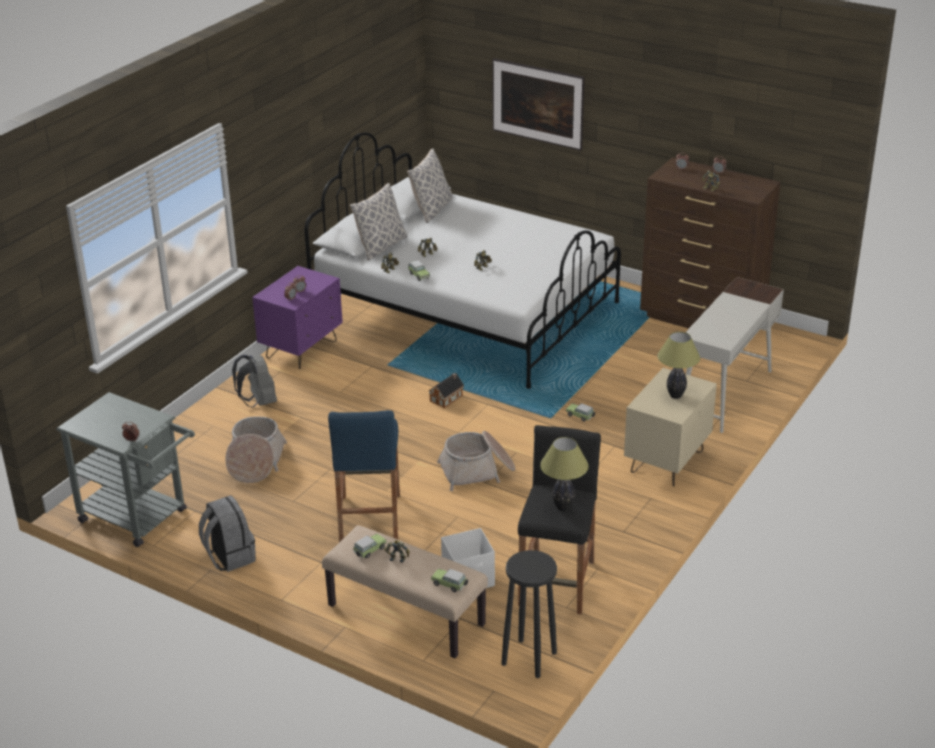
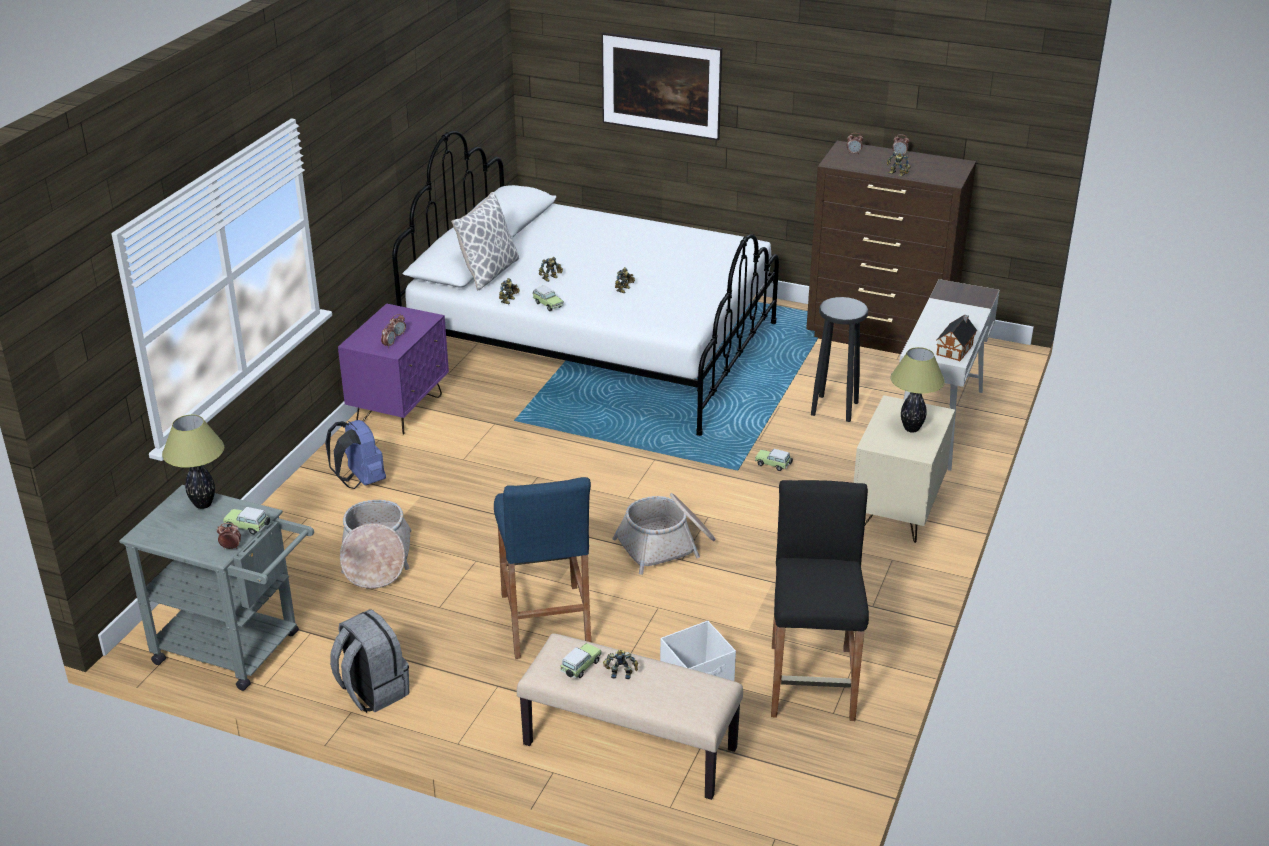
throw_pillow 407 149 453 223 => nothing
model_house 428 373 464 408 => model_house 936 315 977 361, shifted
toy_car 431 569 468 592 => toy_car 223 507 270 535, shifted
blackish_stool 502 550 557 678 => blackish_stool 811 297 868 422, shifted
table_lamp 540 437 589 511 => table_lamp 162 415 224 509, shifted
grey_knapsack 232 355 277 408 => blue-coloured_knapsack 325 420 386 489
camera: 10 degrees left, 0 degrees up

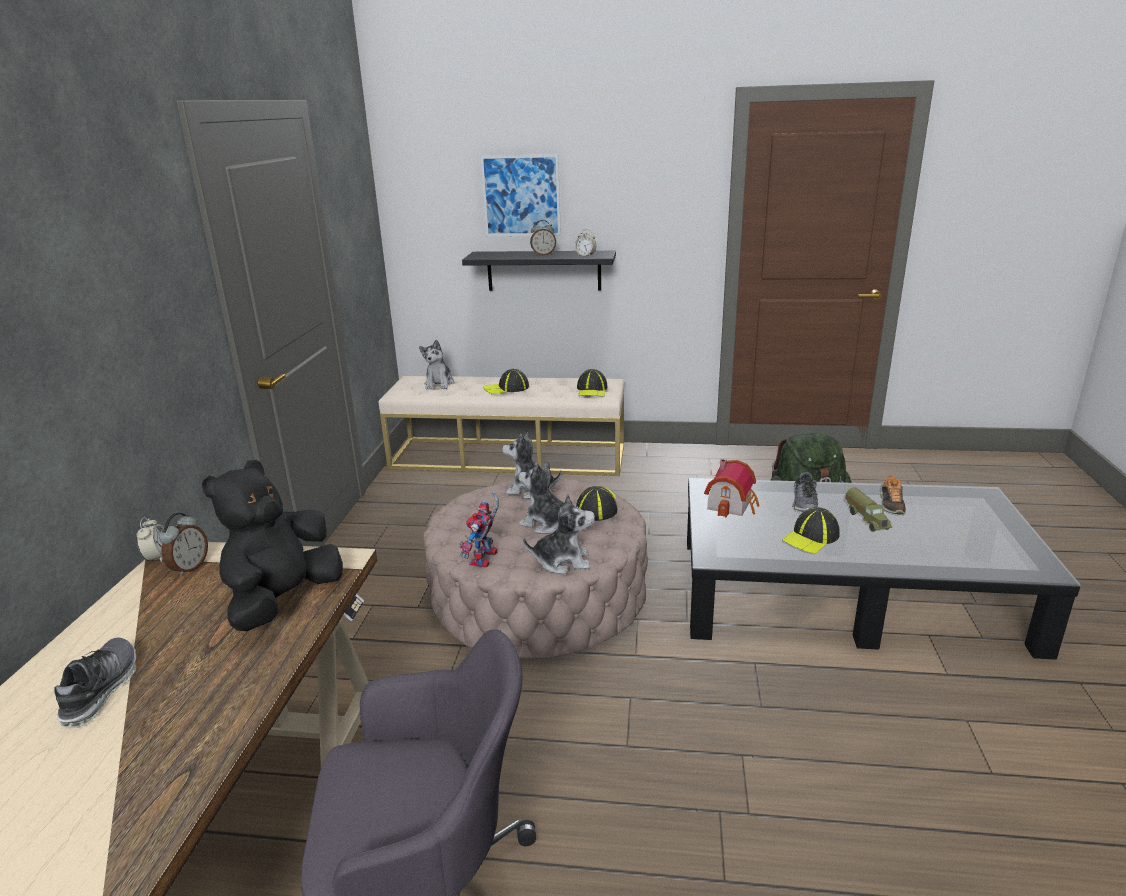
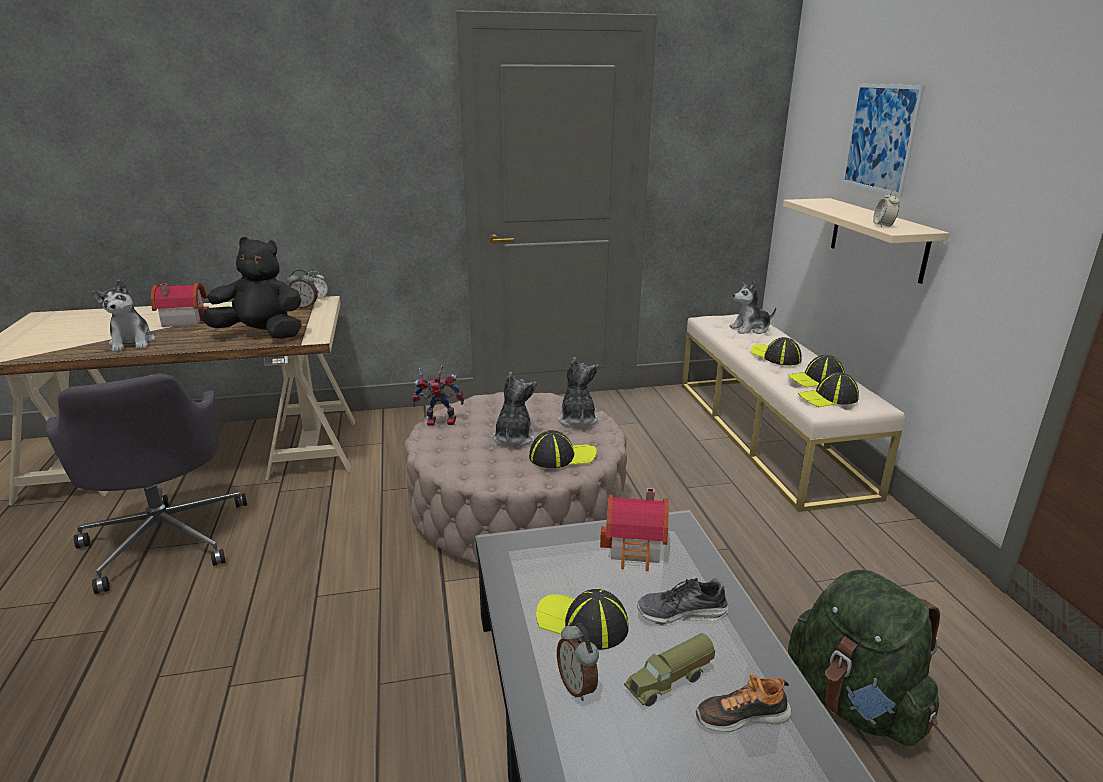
nothing => cap 788 355 845 388
cuddly_toy 523 494 595 574 => cuddly_toy 92 280 156 352, shifted
table_clock 530 220 556 256 => table_clock 557 623 599 701, shifted
shoe 55 638 136 728 => model_house 151 283 209 327
blackish_bracket_shelf 462 251 616 291 => sand-coloured_bracket_shelf 783 198 949 284
camera: 70 degrees right, 0 degrees up

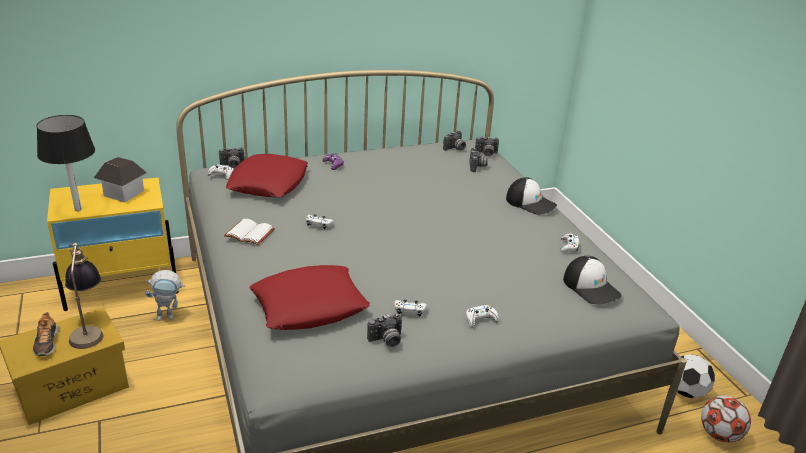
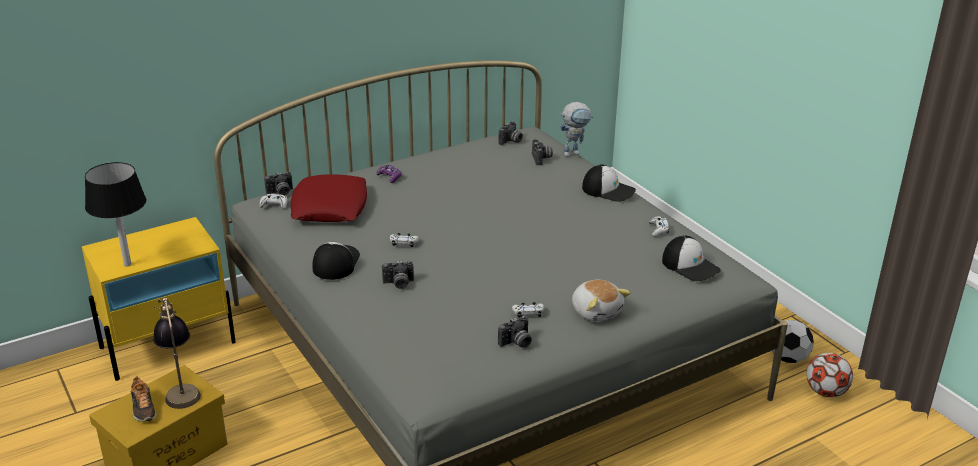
model_house 94 157 147 202 => nothing
red_throw_pillow 250 265 370 330 => nothing
toy_robot 145 270 185 321 => toy_robot 560 102 593 157, shifted
photo_camera 475 136 499 157 => photo_camera 382 261 414 289, shifted
whitish_book 224 219 275 245 => cap 312 242 360 280
whitish_joypad 466 305 499 328 => cuddly_toy 572 280 631 322
camera: 10 degrees left, 0 degrees up

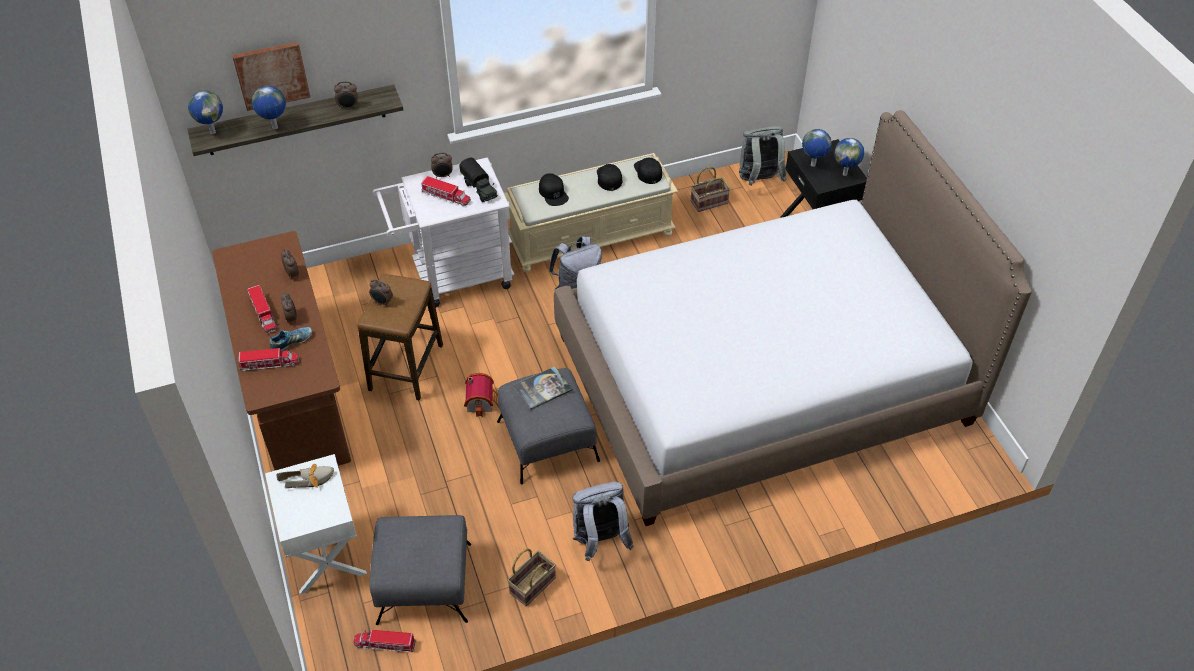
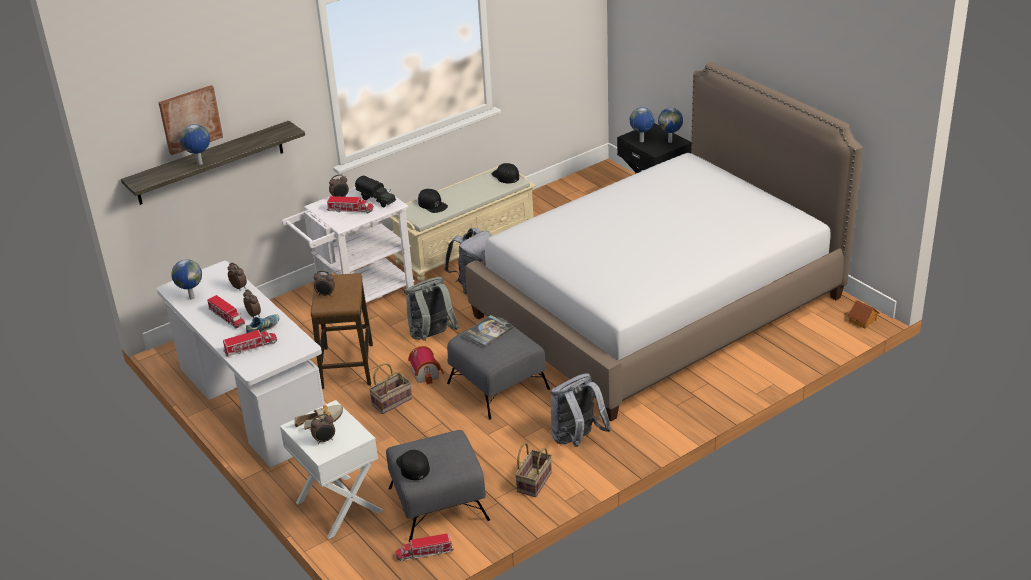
nothing => model_house 847 300 879 329
globe 188 90 223 134 => globe 171 259 202 300, shifted
table_clock 334 81 358 109 => table_clock 311 414 335 444, shifted
blackish_cap 597 164 622 191 => blackish_cap 396 450 430 480, shifted
storage_basket 690 167 730 212 => storage_basket 369 363 412 414, shifted
grey_knapsack 739 126 787 186 => grey_knapsack 405 277 459 341, shifted
brown_desk 212 231 351 470 => whitish_desk 157 261 325 468
camera: 15 degrees left, 15 degrees down

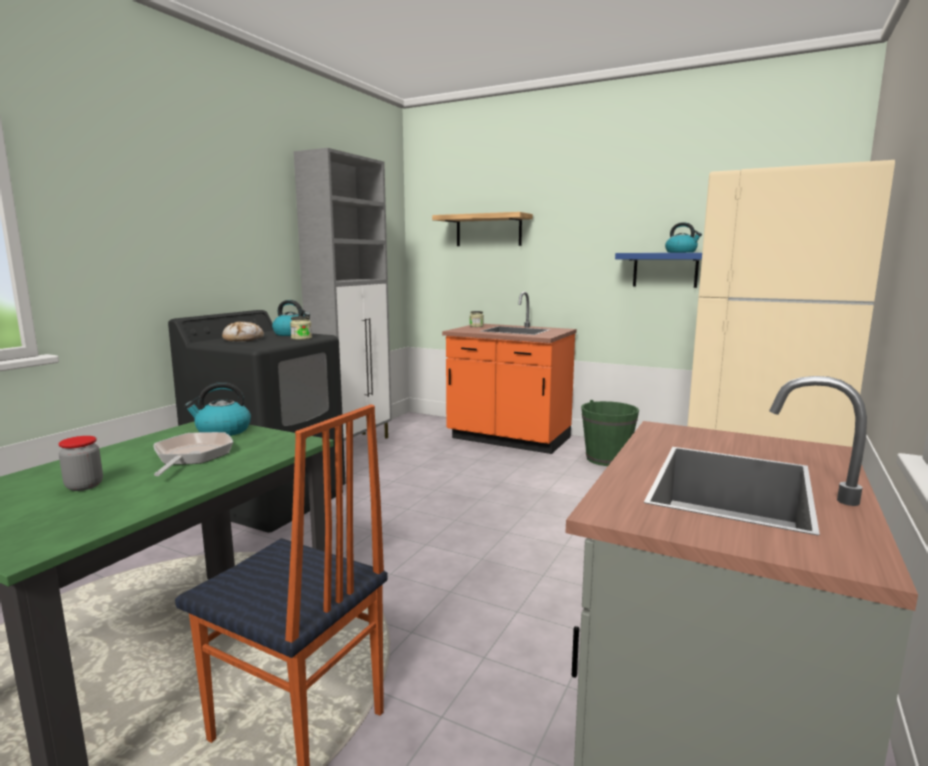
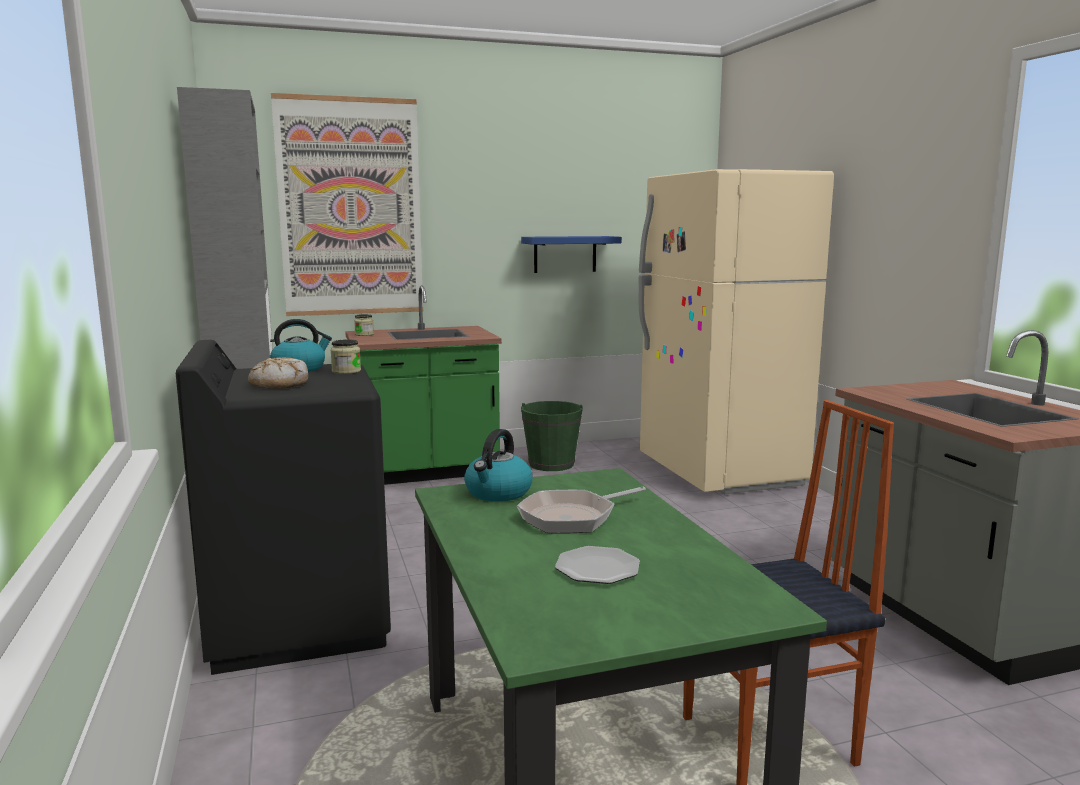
tea_kettle 665 222 702 253 => nothing
preserve_jar 59 436 103 491 => dinner_plate 555 546 640 584
bracket_shelf 432 212 533 246 => picture 271 93 423 316
orangey_kitchen_base_unit 442 291 577 454 => green-coloured_kitchen_base_unit 345 285 502 485
skillet 153 432 233 476 => skillet 517 487 646 534, 75 degrees counterclockwise
camera: 45 degrees left, 0 degrees up

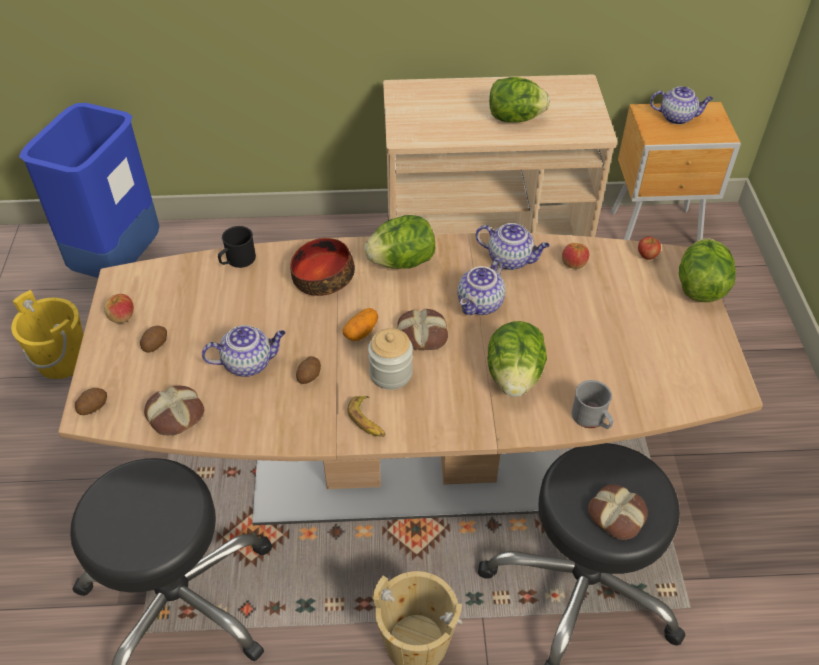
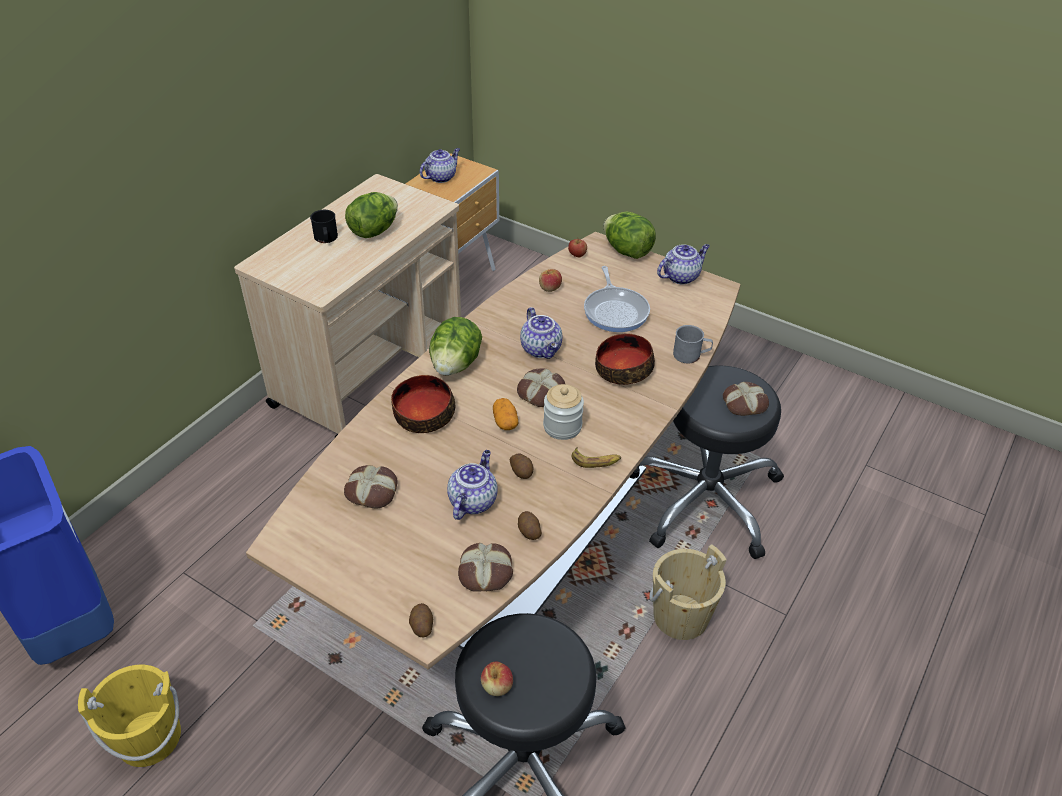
nothing => bread 344 465 398 509
nothing => skillet 584 266 650 332
apple 104 294 134 323 => apple 481 662 513 696, shifted
spud 140 326 167 352 => spud 518 511 542 540, shifted
blackish_tea_mug 218 226 256 268 => blackish_tea_mug 310 210 338 243, shifted
tea_pot 476 223 550 270 => tea_pot 657 244 710 285, shifted
head_of_lettuce 487 321 547 397 => bowl 595 333 655 385
camera: 55 degrees left, 5 degrees down

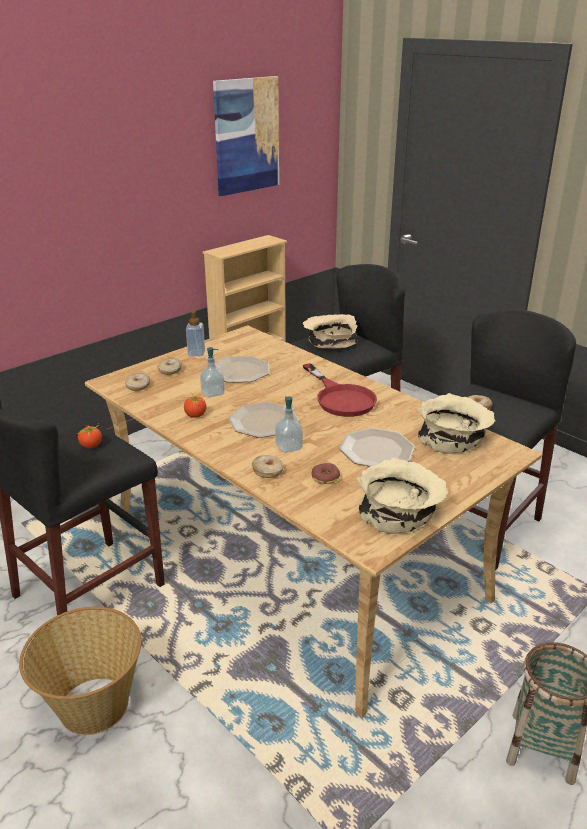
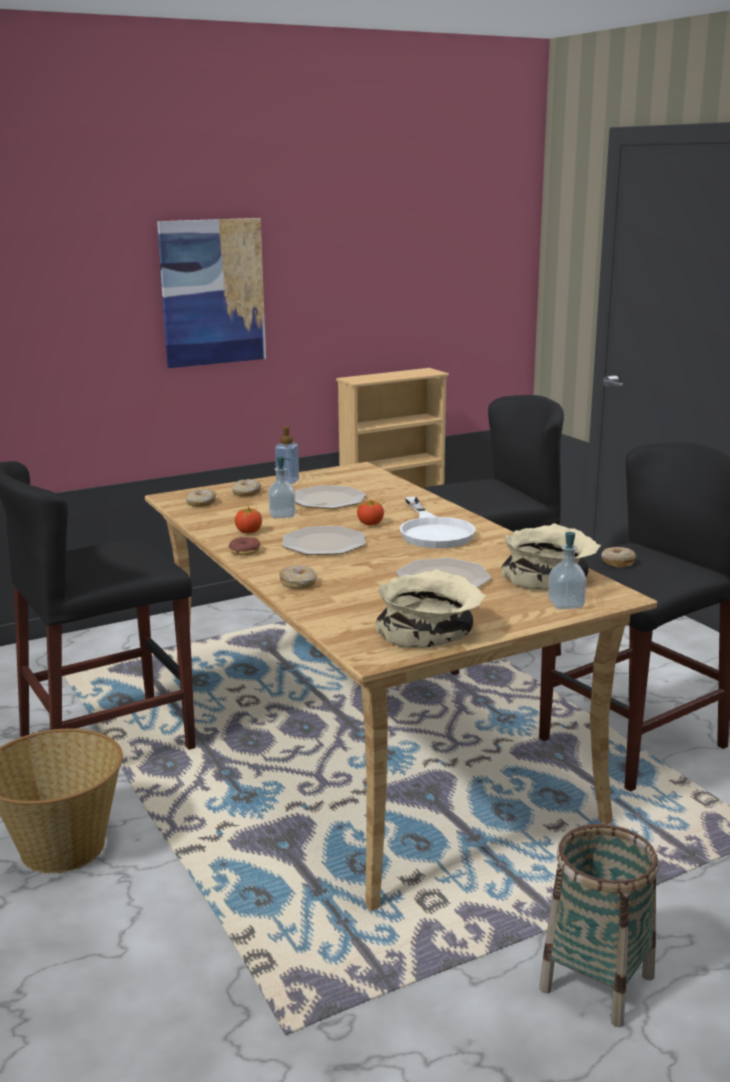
sand-coloured_bowl 303 314 358 348 => nothing
fresh_tomato 76 424 102 448 => fresh_tomato 356 500 384 526, shifted
picture 213 76 279 196 => picture 157 218 266 368, shifted
soap_bottle 275 396 303 453 => soap_bottle 548 532 587 609, shifted
doughnut 311 463 340 484 => doughnut 229 537 260 555, shifted
red_skillet 303 363 377 417 => whitish_skillet 399 497 476 548
camera: 15 degrees right, 10 degrees down

